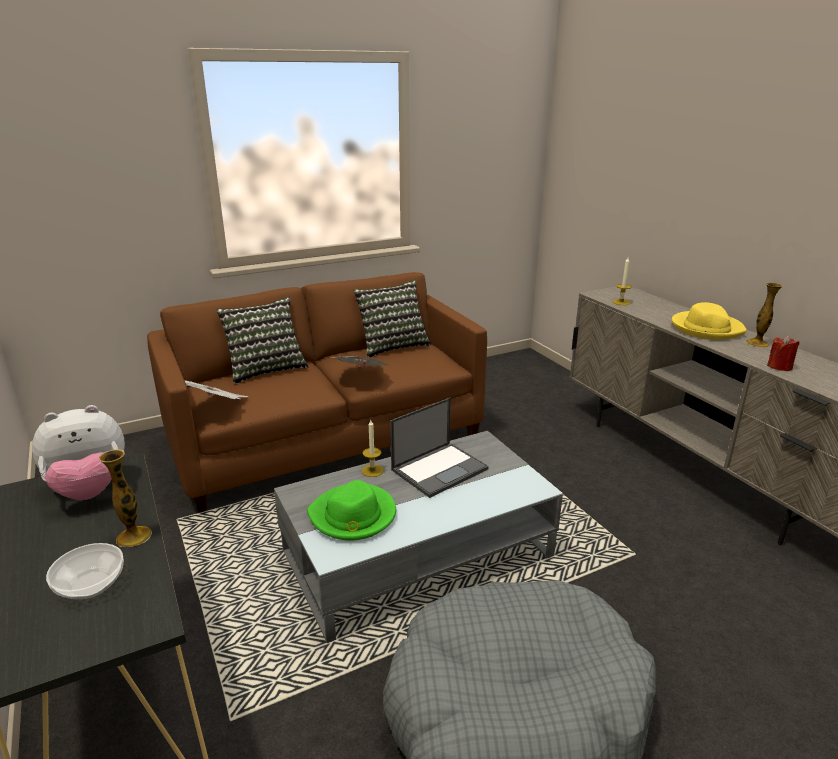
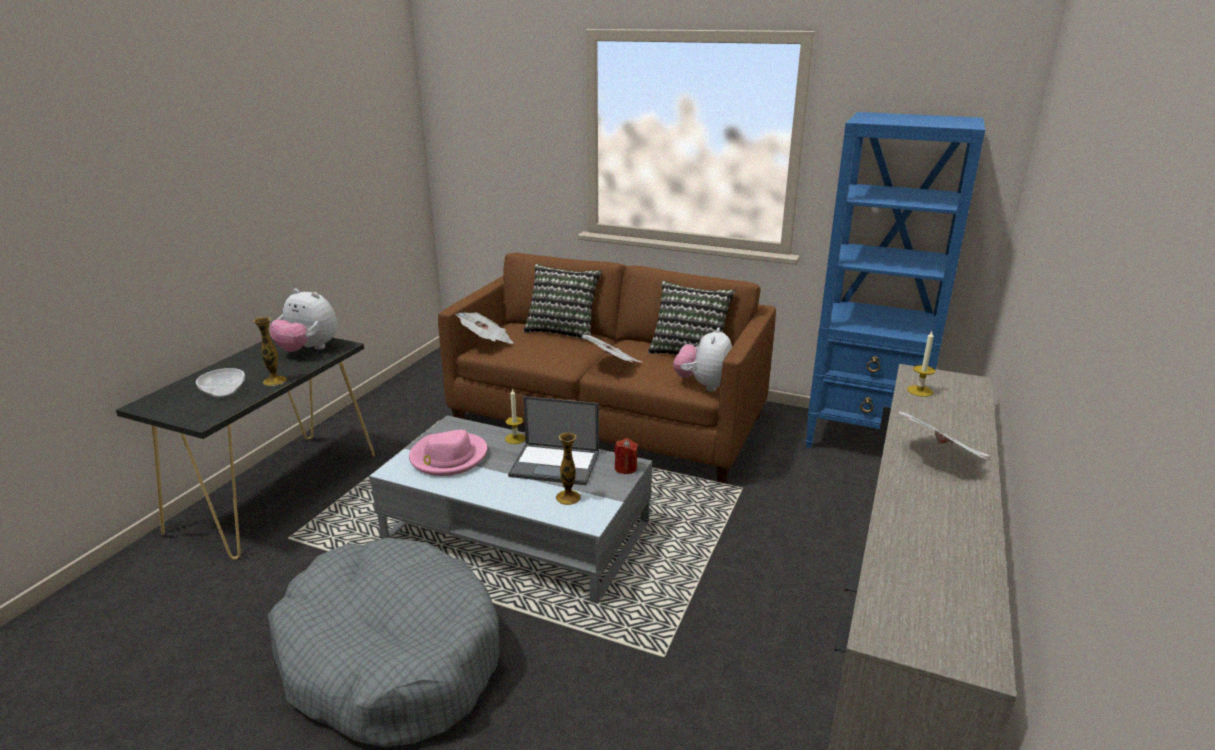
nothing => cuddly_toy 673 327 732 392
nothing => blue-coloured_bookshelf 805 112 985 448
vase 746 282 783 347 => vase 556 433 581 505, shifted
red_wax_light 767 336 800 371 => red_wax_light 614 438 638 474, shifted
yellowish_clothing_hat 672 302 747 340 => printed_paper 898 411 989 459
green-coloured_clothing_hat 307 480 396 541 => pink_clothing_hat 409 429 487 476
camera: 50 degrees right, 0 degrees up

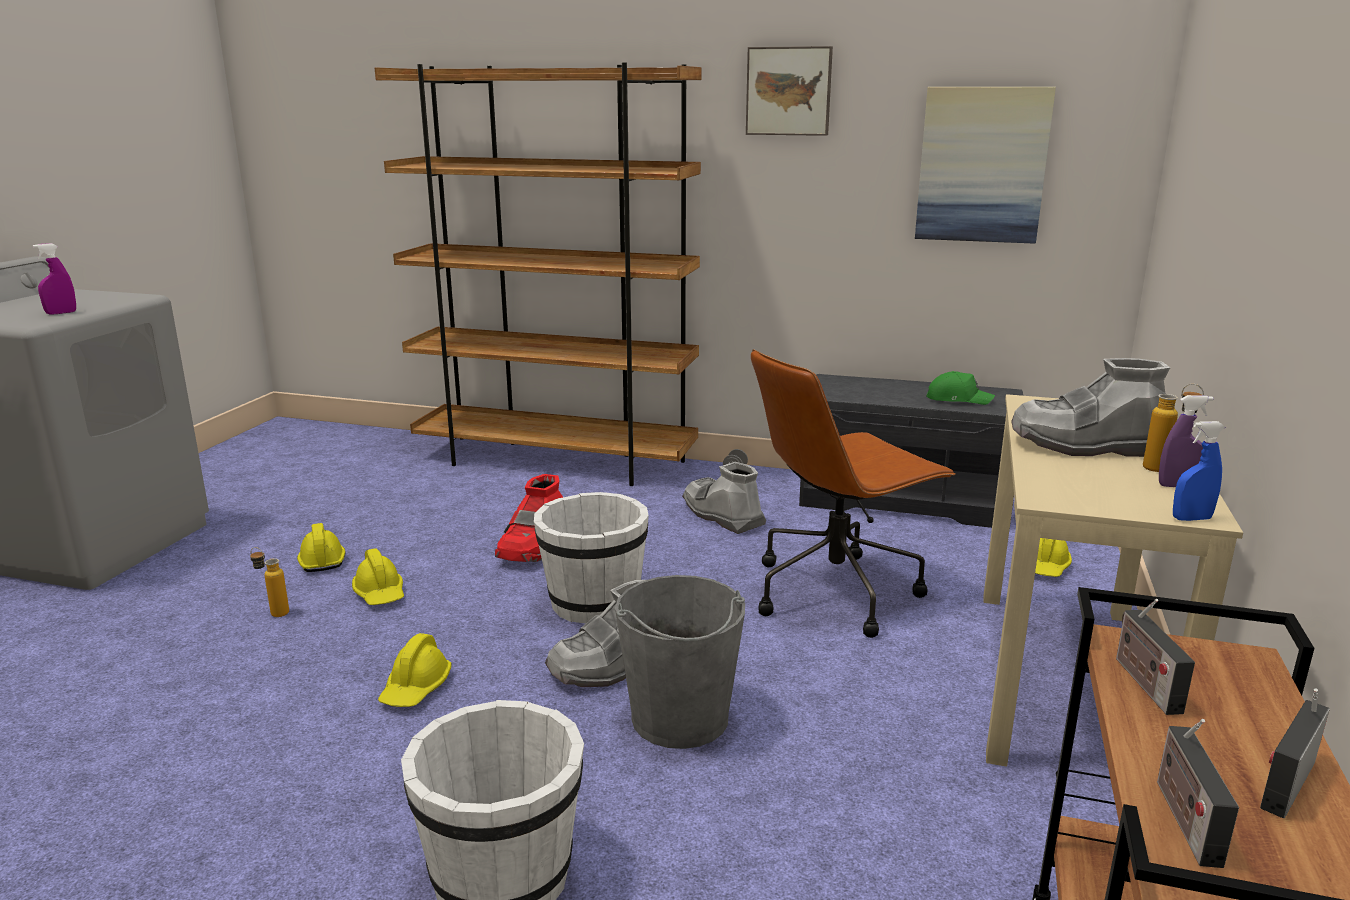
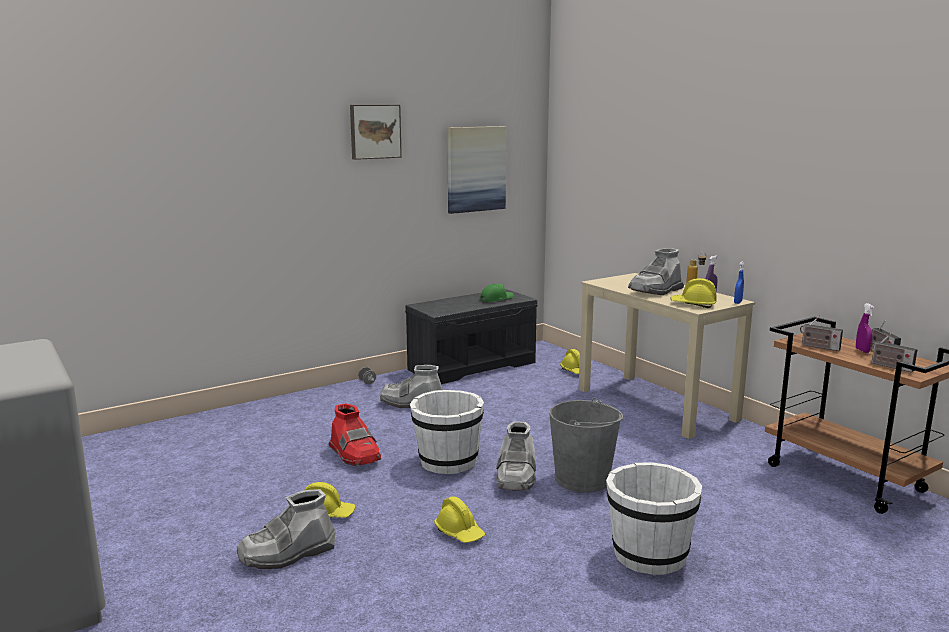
brown_bookshelf 375 63 702 486 => nothing
brown_office_chair 751 349 956 638 => nothing
purple_sprayer 33 243 76 315 => purple_sprayer 856 303 874 353, shifted
yellowish_work_helmet 297 523 346 572 => yellowish_work_helmet 670 278 717 308, shifted
bottle 250 547 289 617 => grey_tall_boot 237 489 336 569
camera: 50 degrees left, 5 degrees down

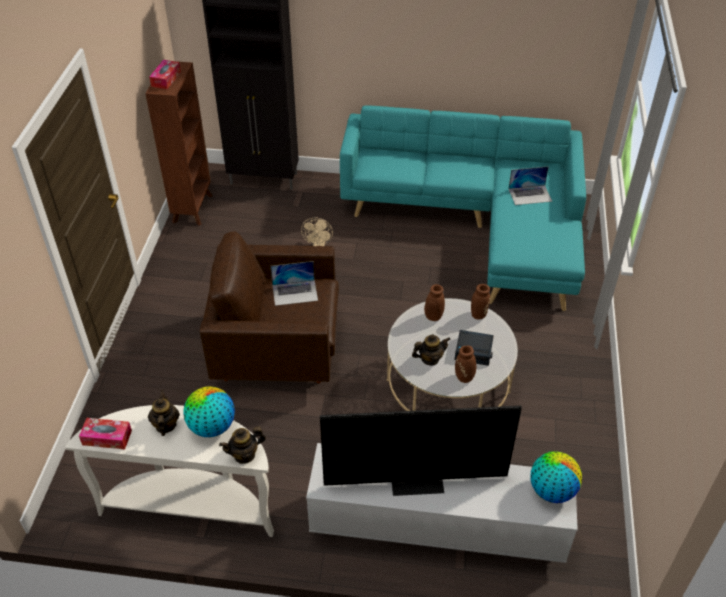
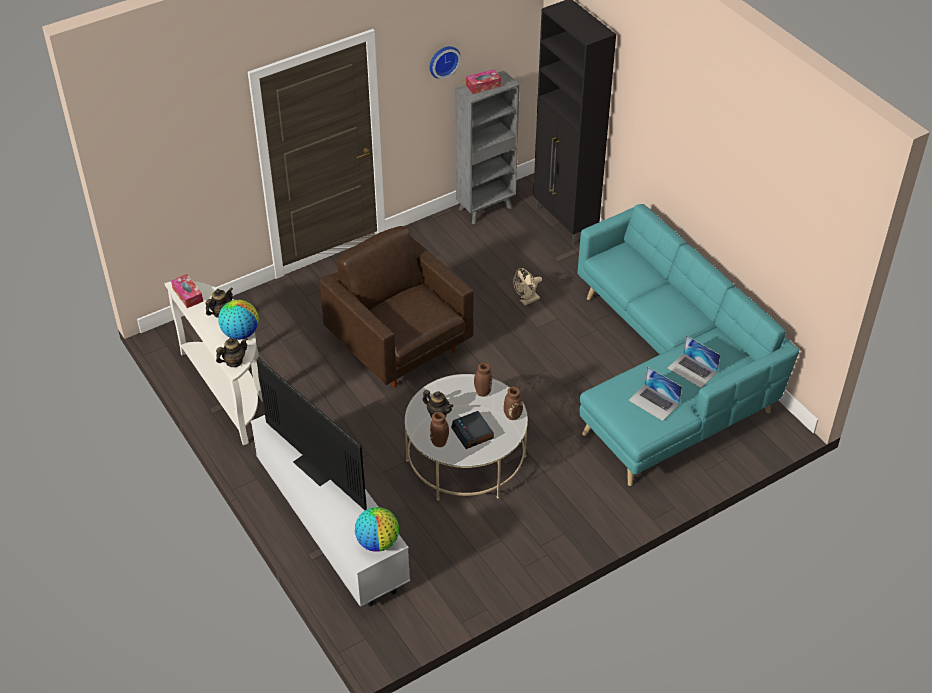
nothing => clock_on_the_wall 430 46 461 79
laptop 270 261 318 306 => laptop 628 367 682 421, shifted
brown_bookshelf 145 61 212 225 => grey_bookshelf 455 70 520 224
tea_pot 219 427 266 464 => tea_pot 216 337 248 367, 120 degrees clockwise
camera: 50 degrees right, 0 degrees up

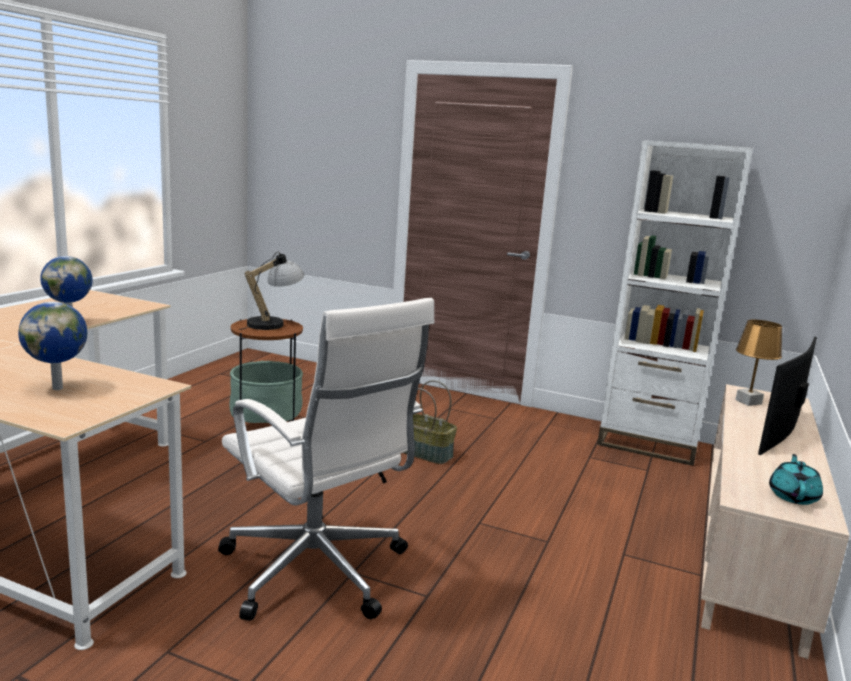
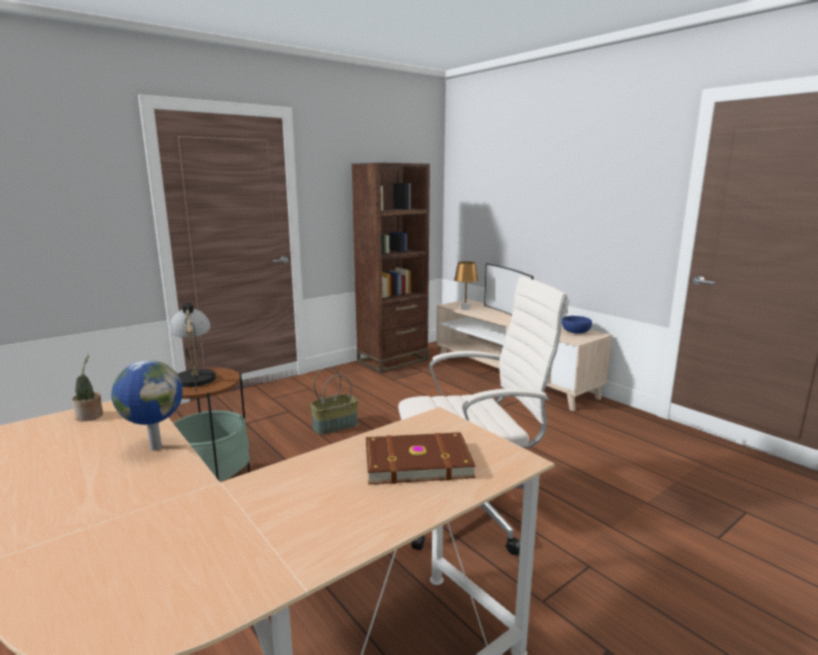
nothing => plant_in_a_pot 72 355 103 421
globe 18 302 87 390 => brown_book 366 432 476 485
turquoise_tea_pot 769 454 823 505 => blue-coloured_bowl 562 316 592 334
whitish_bookshelf 597 140 753 466 => brown_bookshelf 352 163 430 373
camera: 60 degrees left, 0 degrees up

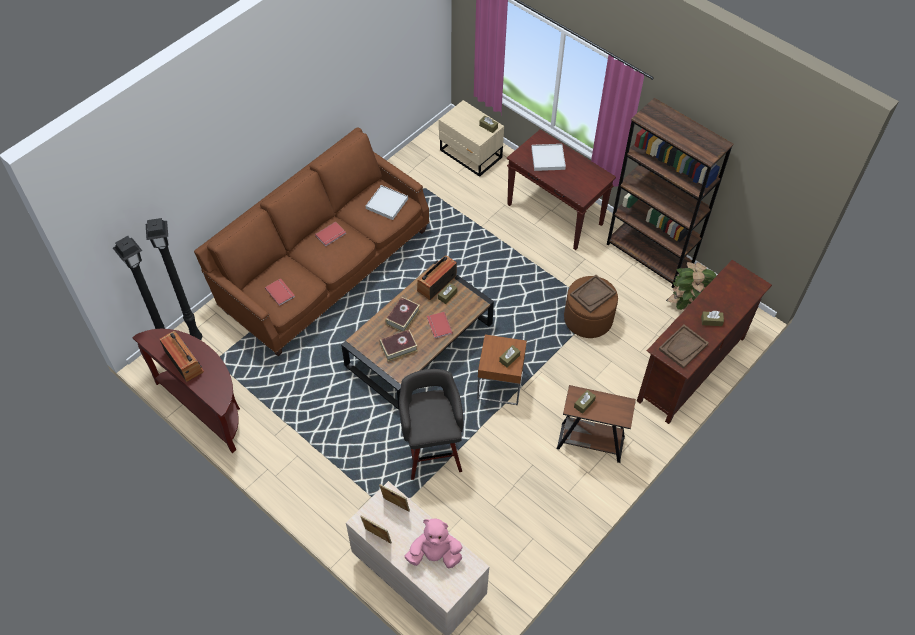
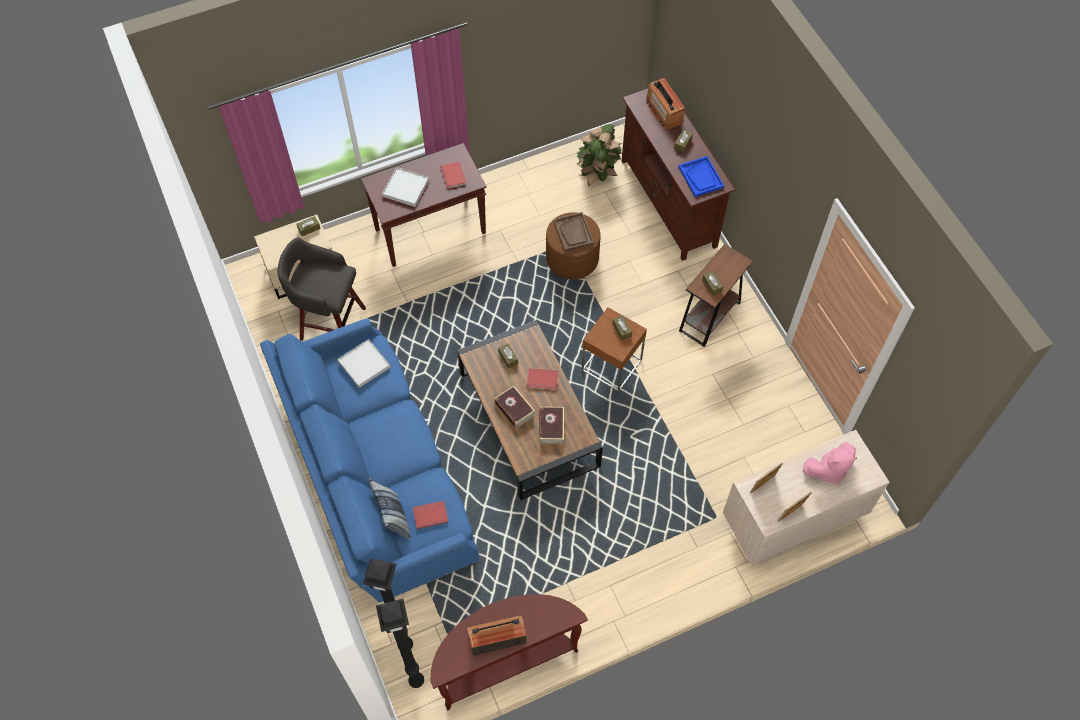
brown_bookshelf 607 98 733 288 => nothing
nothing => throw_pillow 369 478 410 539
red_book 315 222 346 246 => red_book 440 161 467 189, shifted
grey_stool 399 369 463 480 => grey_stool 278 237 366 341, shifted
radio 417 255 457 300 => radio 645 78 685 130, shifted
brown_settee 194 127 430 356 => blue-coloured_settee 260 318 480 603
brown_tray 659 325 709 369 => blue-coloured_tray 678 156 724 197
pink_cuddly_toy 404 519 462 568 => pink_cuddly_toy 803 442 857 485, 135 degrees counterclockwise
camera: 65 degrees left, 5 degrees up

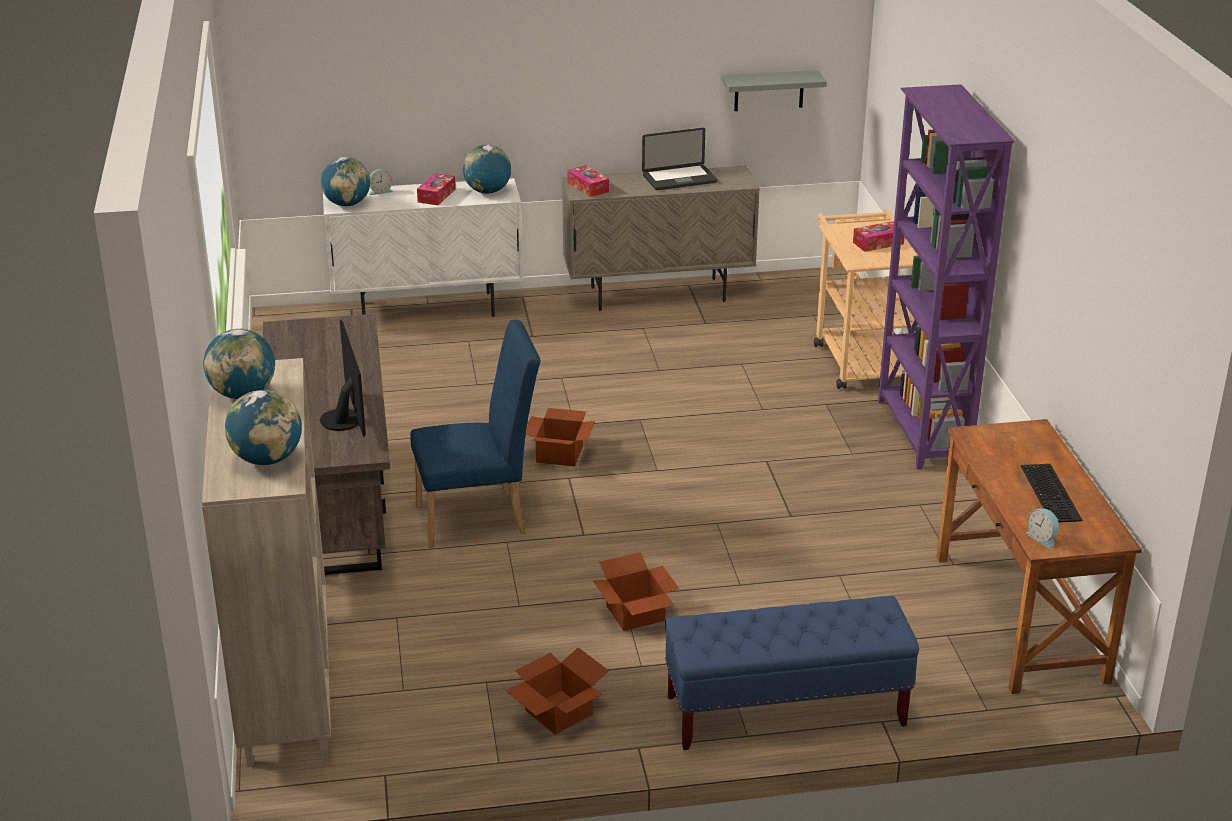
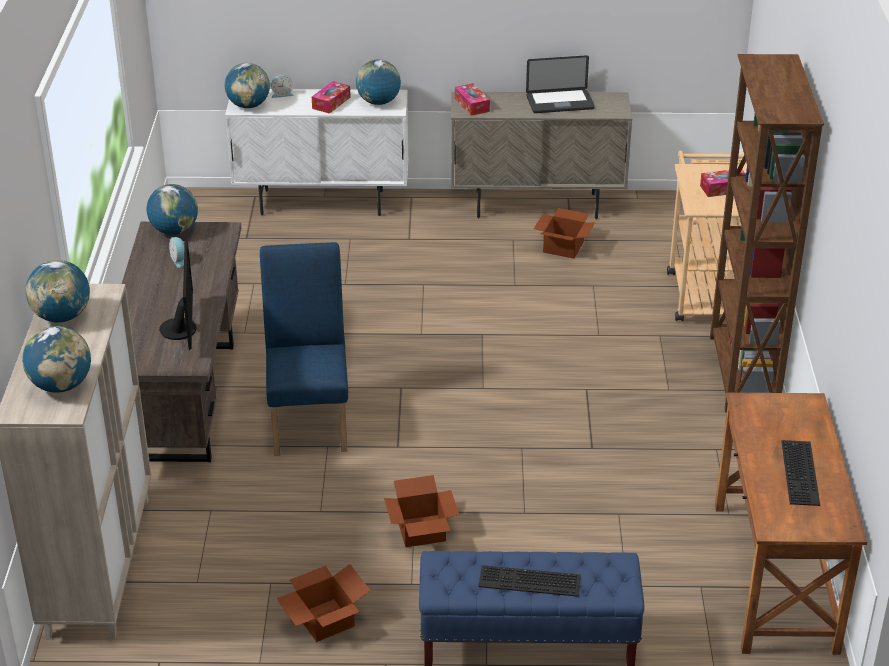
grey_bracket_shelf 722 70 827 111 => nothing
nothing => globe 147 184 198 235
nothing => keyboard 478 565 581 597
carton 526 408 595 466 => carton 534 208 595 259, shifted
table_clock 1026 508 1059 548 => table_clock 169 237 185 268, shifted
purple_bookshelf 878 84 1015 469 => brown_bookshelf 710 54 824 413
blue-coloured_plain_chair 410 320 541 548 => blue-coloured_plain_chair 260 242 348 456, 90 degrees counterclockwise
camera: 10 degrees right, 5 degrees up

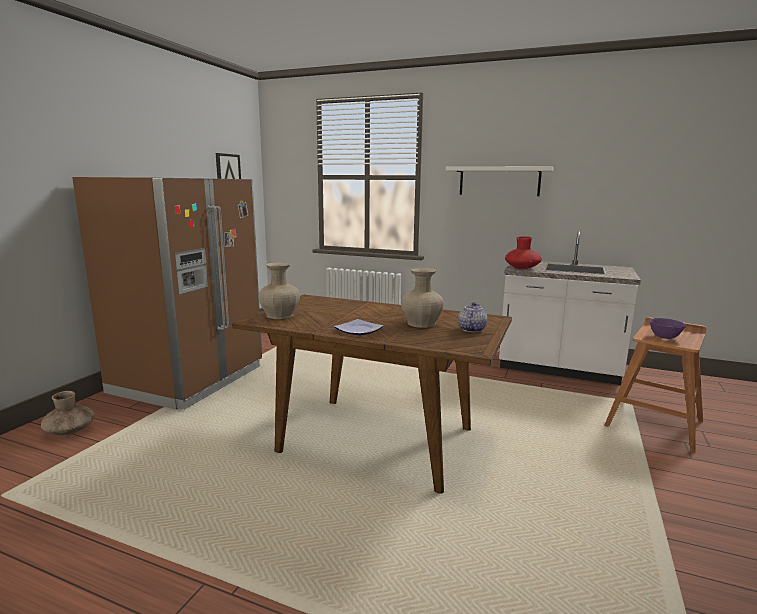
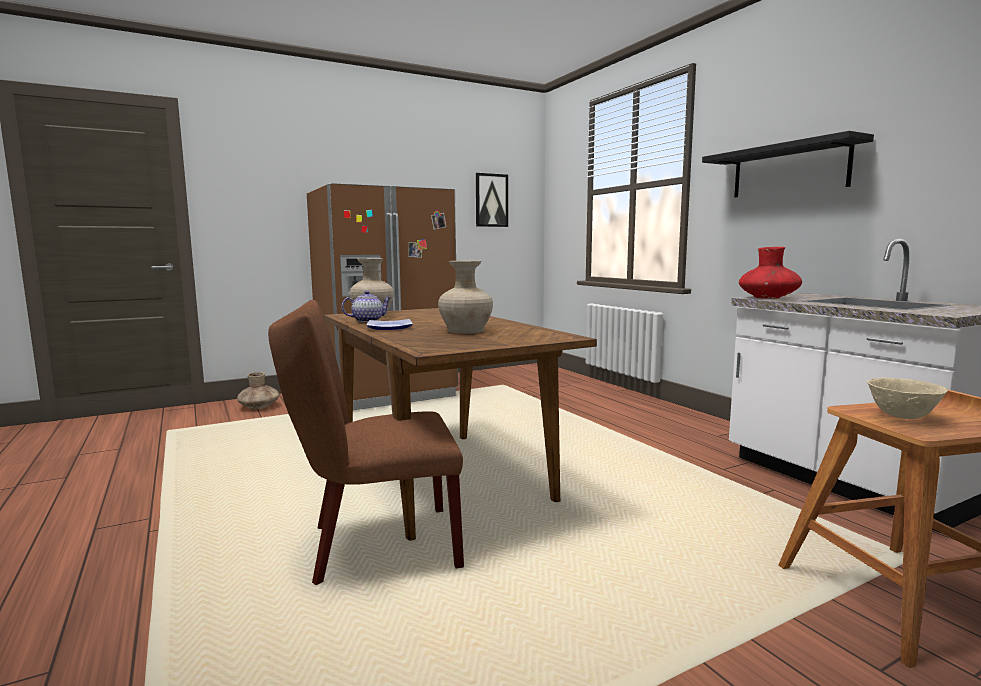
nothing => brown_plain_chair 268 300 464 585
tea_pot 458 302 487 332 => tea_pot 342 291 391 322, shifted
whitish_bracket_shelf 446 166 553 196 => blackish_bracket_shelf 702 131 874 197
purple_bowl 649 318 687 339 => sand-coloured_bowl 867 378 948 419
camera: 40 degrees right, 5 degrees down

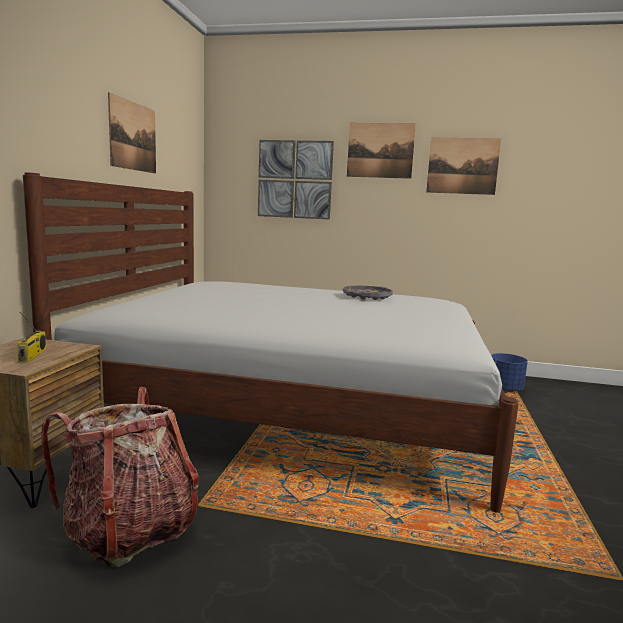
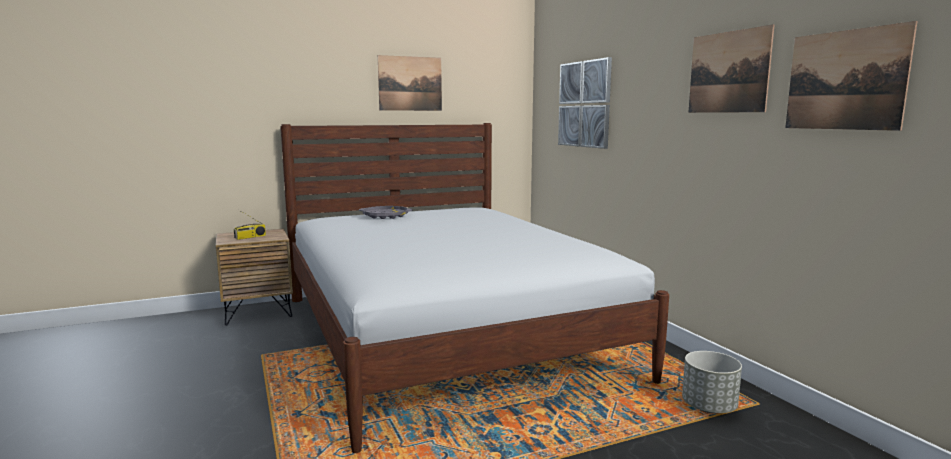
knapsack 41 387 198 567 => nothing
grey_tray 343 286 393 300 => grey_tray 359 206 413 219, shifted
picture 347 123 416 179 => picture 785 21 918 131, shifted
blue-coloured_planter 491 353 528 392 => grey_planter 682 351 742 413
camera: 55 degrees right, 0 degrees up

